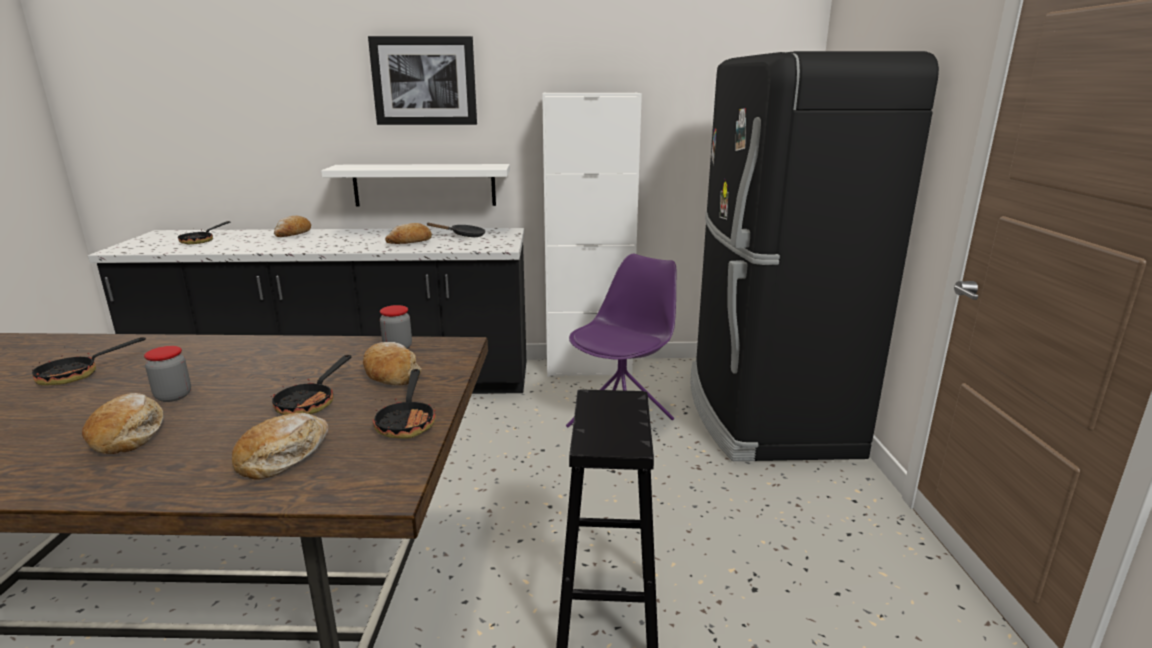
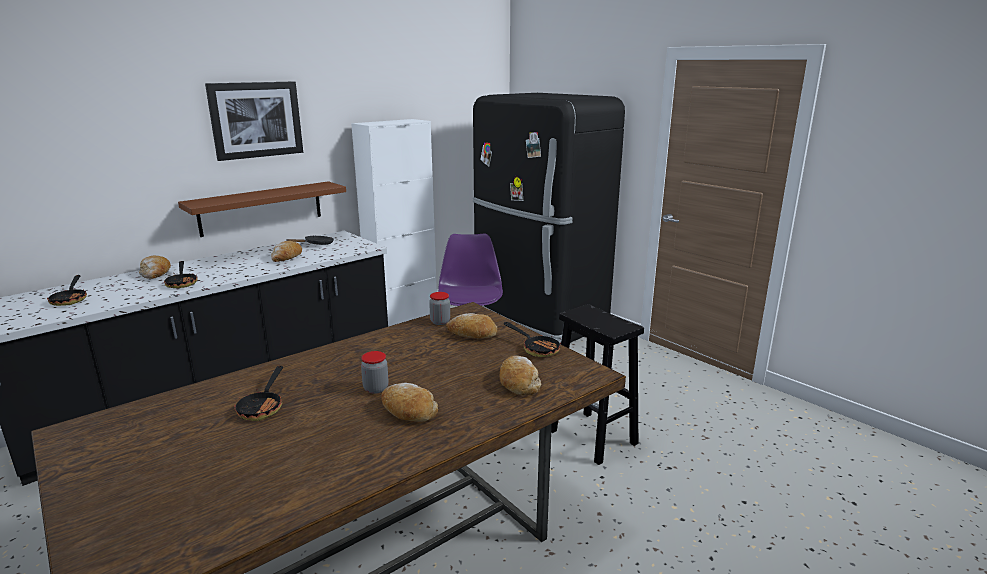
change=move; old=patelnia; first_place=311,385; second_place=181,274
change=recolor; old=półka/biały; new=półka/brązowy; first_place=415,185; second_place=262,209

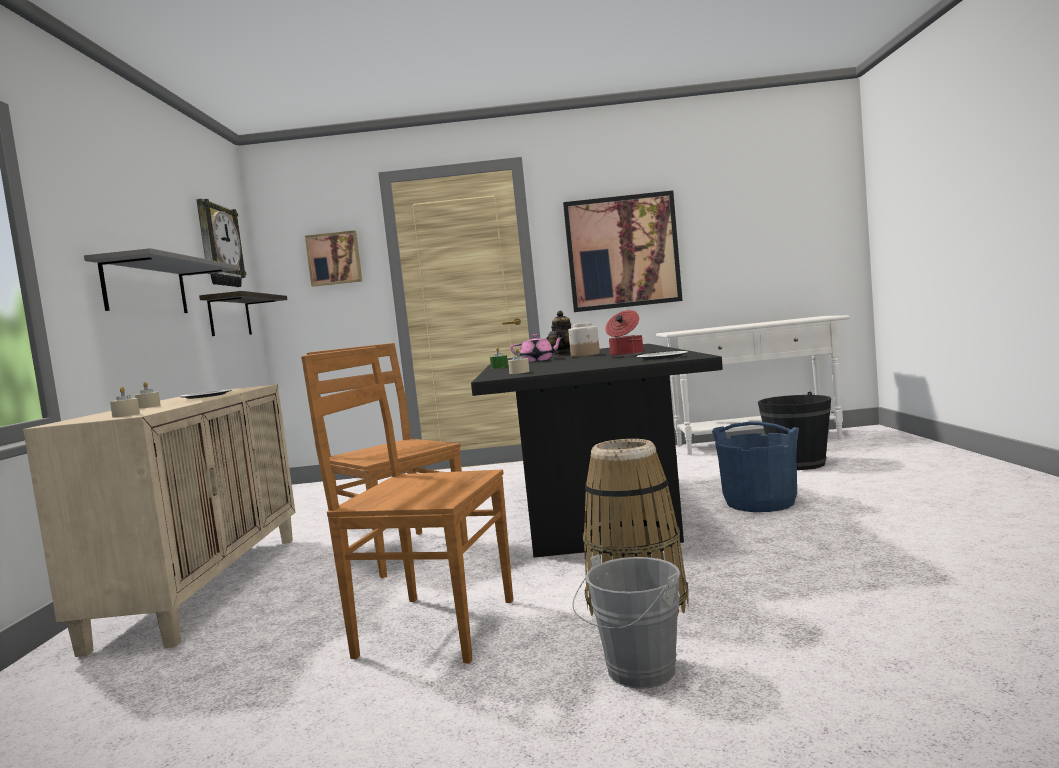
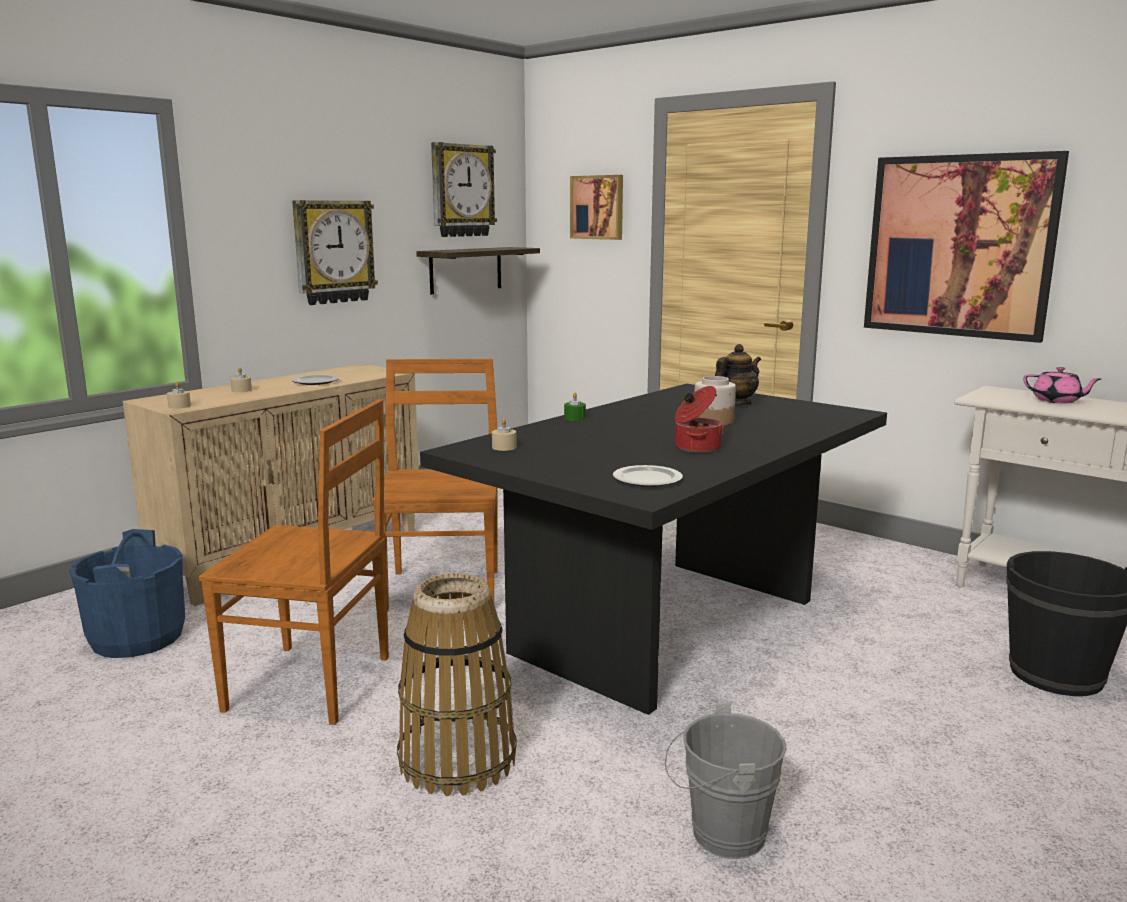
change=move; old=wiadro/niebieski; first_place=755,466; second_place=127,593
change=rotate; old=krzesło/brązowy; first_place=407,505; second_place=294,562; degrees=135
change=replace; old=półka/szary; new=zegar ścienny; first_place=161,280; second_place=335,252
change=move; old=wiadro/szary; first_place=626,621; second_place=726,781
change=move; old=imbryk/różowy; first_place=536,348; second_place=1062,385

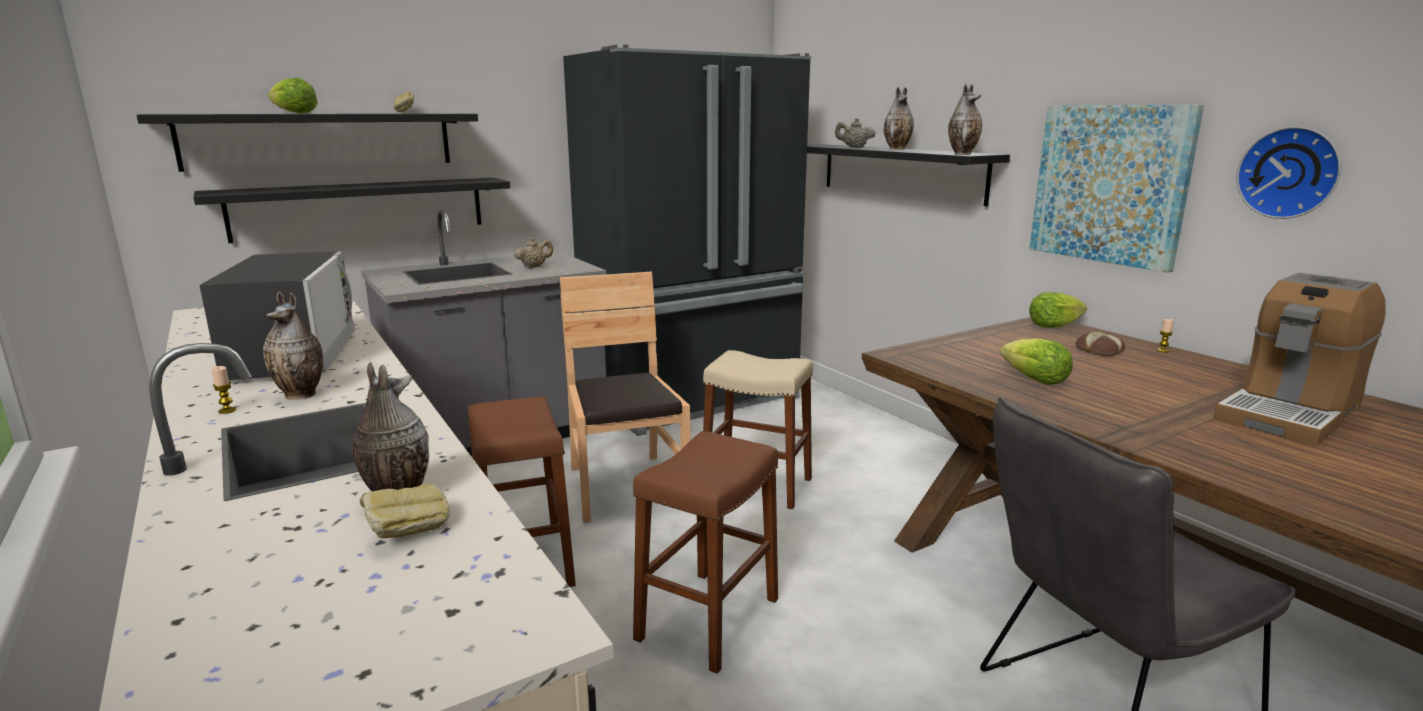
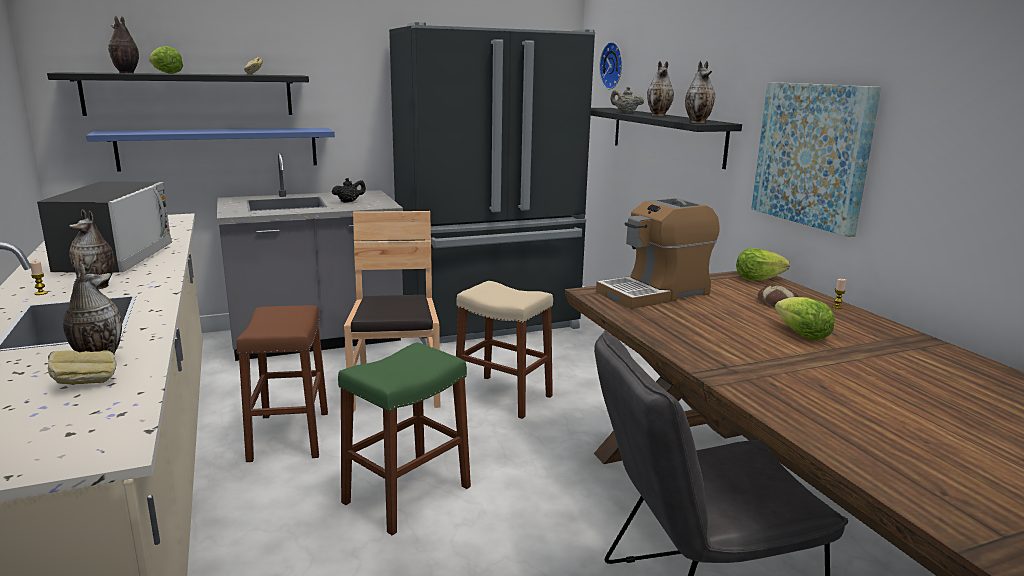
change=recolor; old=półka/czarny; new=półka/niebieski; first_place=351,210; second_place=210,150
change=insert; new=wazon; second_place=123,45
change=recolor; old=imbryk/beżowy; new=imbryk/czarny; first_place=533,252; second_place=349,190
change=recolor; old=stołek/brązowy; new=stołek/zielony; first_place=705,552; second_place=404,438
change=move; old=ekspres do kawy; first_place=1300,359; second_place=658,253
change=move; old=zegar ścienny; first_place=1288,172; second_place=610,65
change=move; old=sałata; first_place=1036,361; second_place=805,318

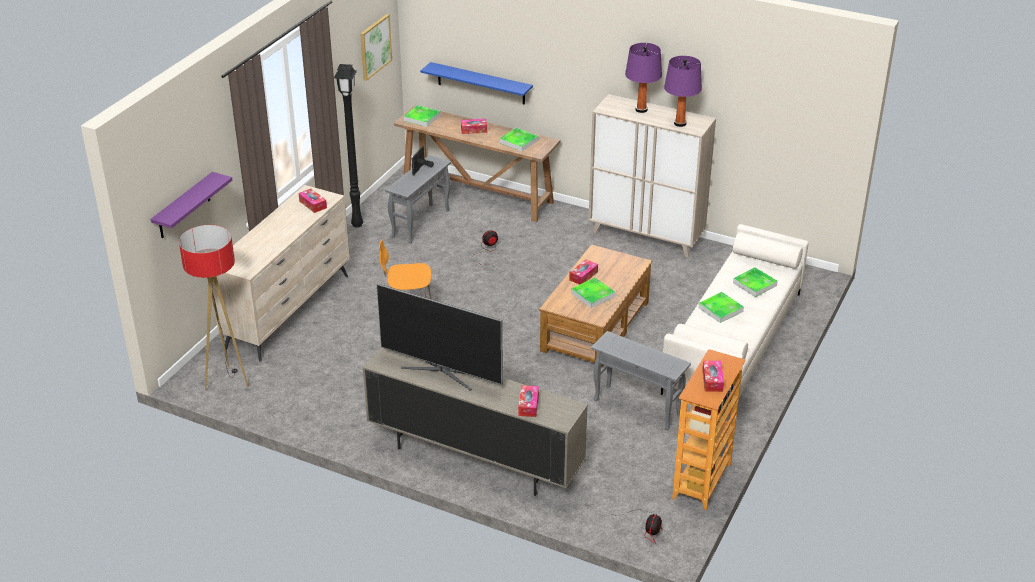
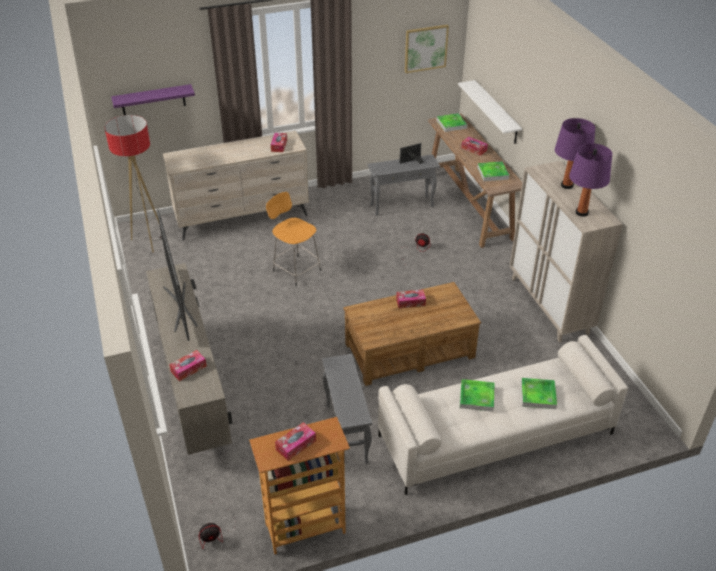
change=recolor; old=półka/niebieski; new=półka/biały; first_place=476,83; second_place=490,112
change=delete; old=lampa stojąca/czarny; first_place=348,146
change=delete; old=taca; first_place=593,293

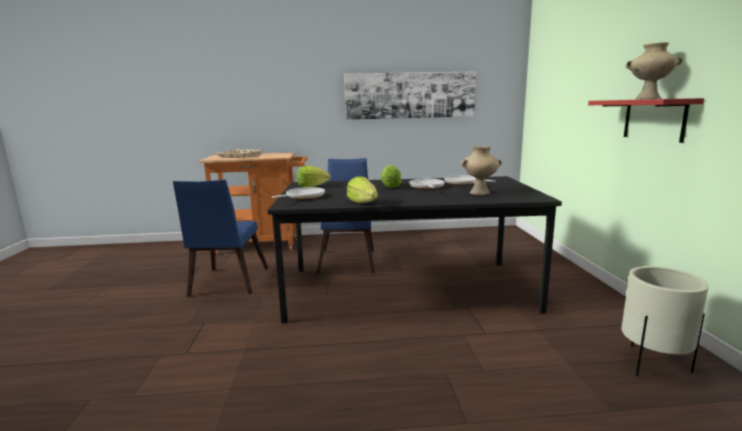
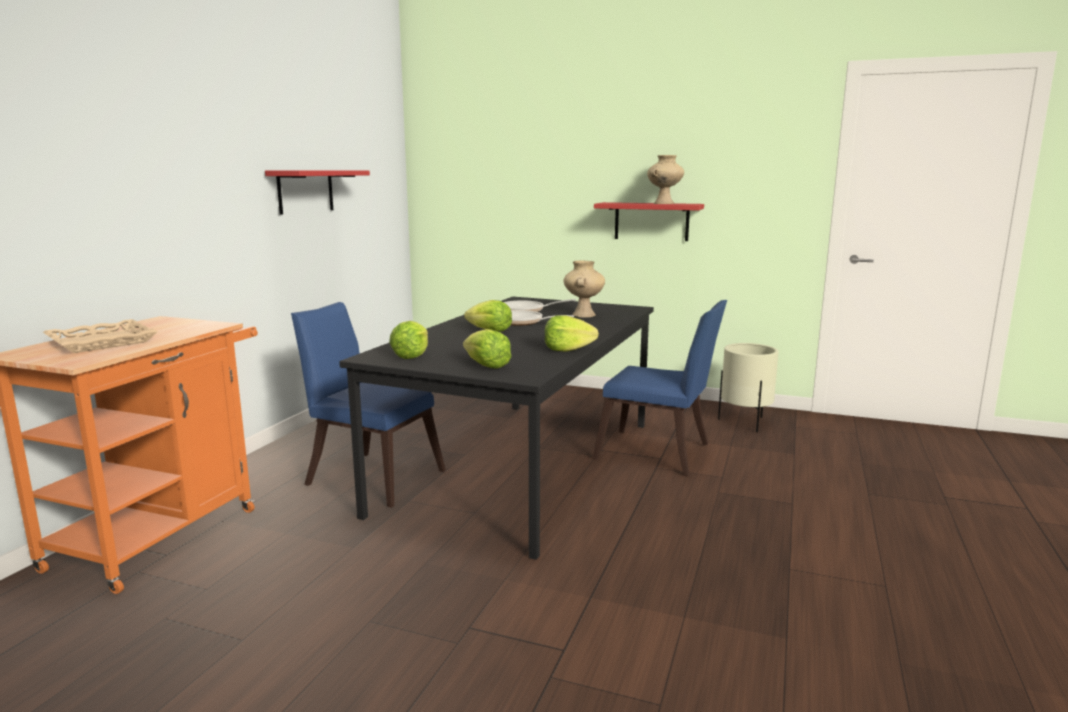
change=replace; old=obraz; new=półka/czerwony; first_place=410,95; second_place=317,192
change=replace; old=patelnia; new=sałata; first_place=298,193; second_place=487,348
change=move; old=krzesło/niebieski; first_place=220,238; second_place=659,388

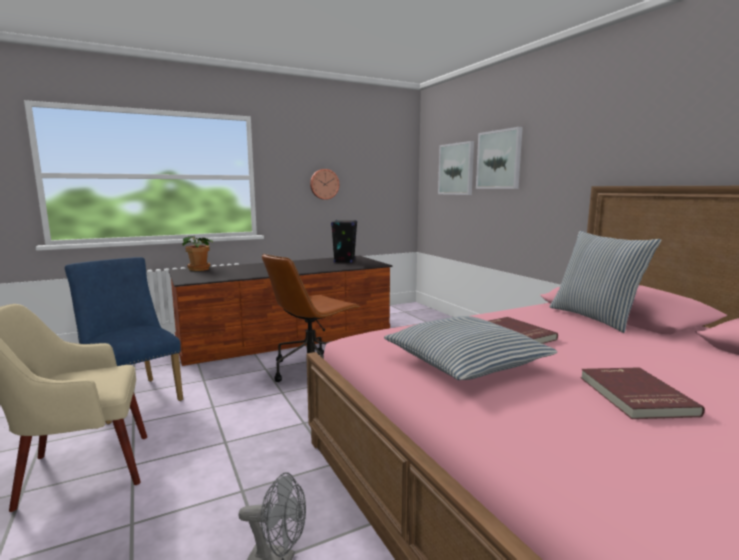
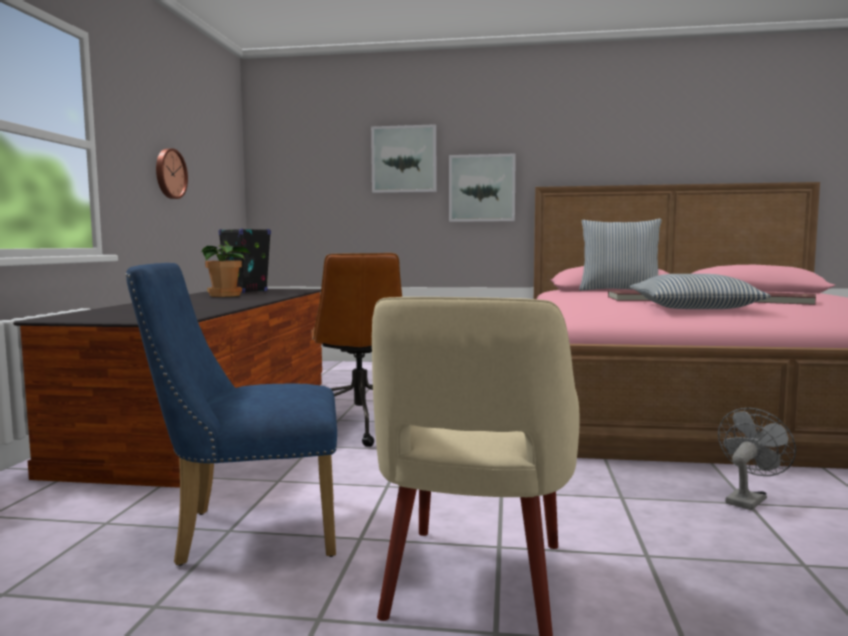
change=move; old=roślina doniczkowa; first_place=197,253; second_place=225,271
change=move; old=obraz; first_place=456,168; second_place=482,187

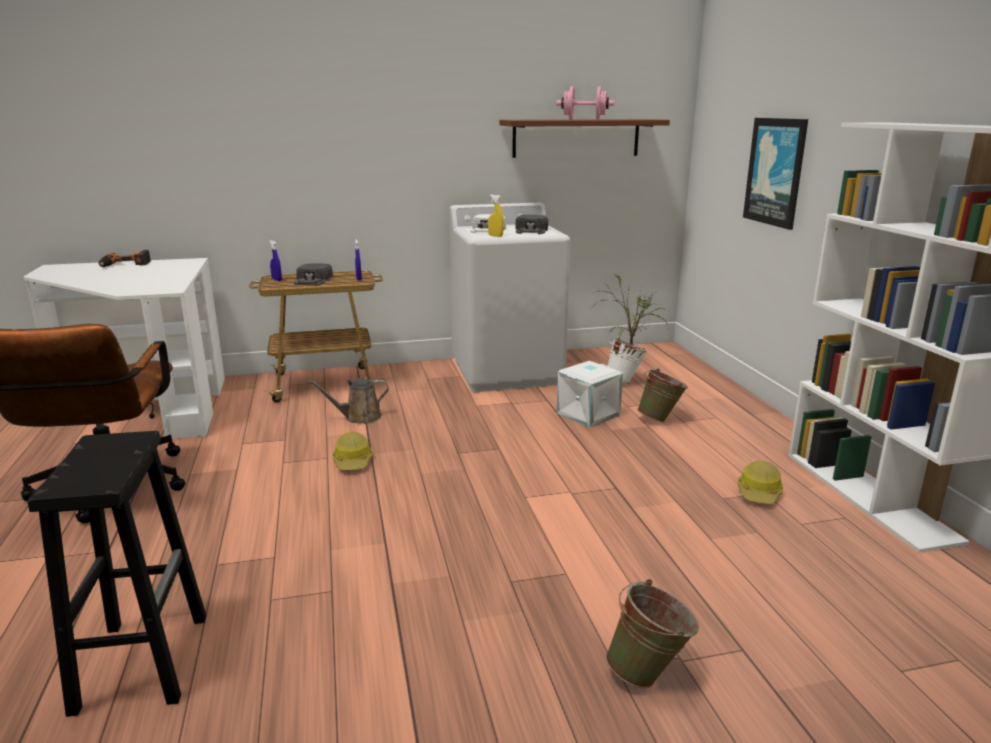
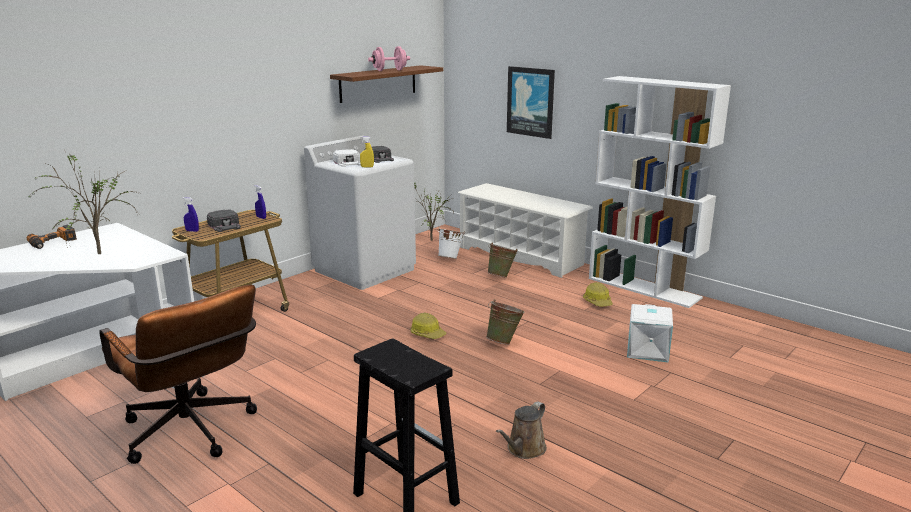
change=insert; new=roślina doniczkowa; second_place=83,201
change=move; old=kask; first_place=352,450; second_place=428,325
change=insert; new=regał na buty/biały; second_place=525,230
change=move; old=wiadro/zielony; first_place=652,634; second_place=505,322
change=move; old=konewka/brązowy; first_place=349,401; second_place=521,430
change=move; old=pojemnik do przechowywania/biały; first_place=589,394; second_place=650,333

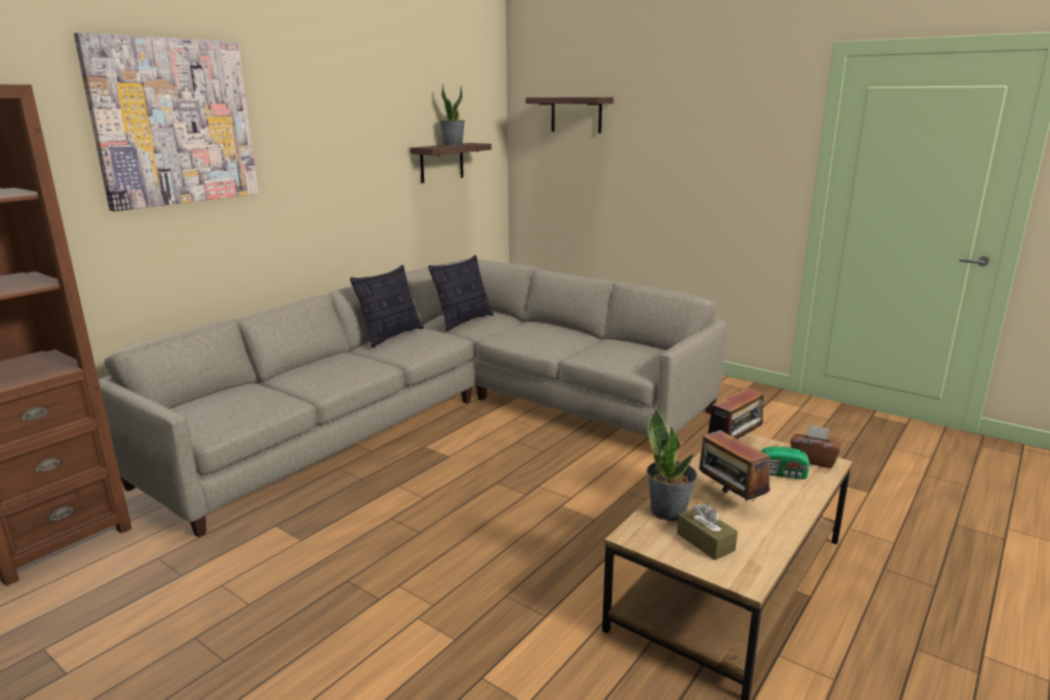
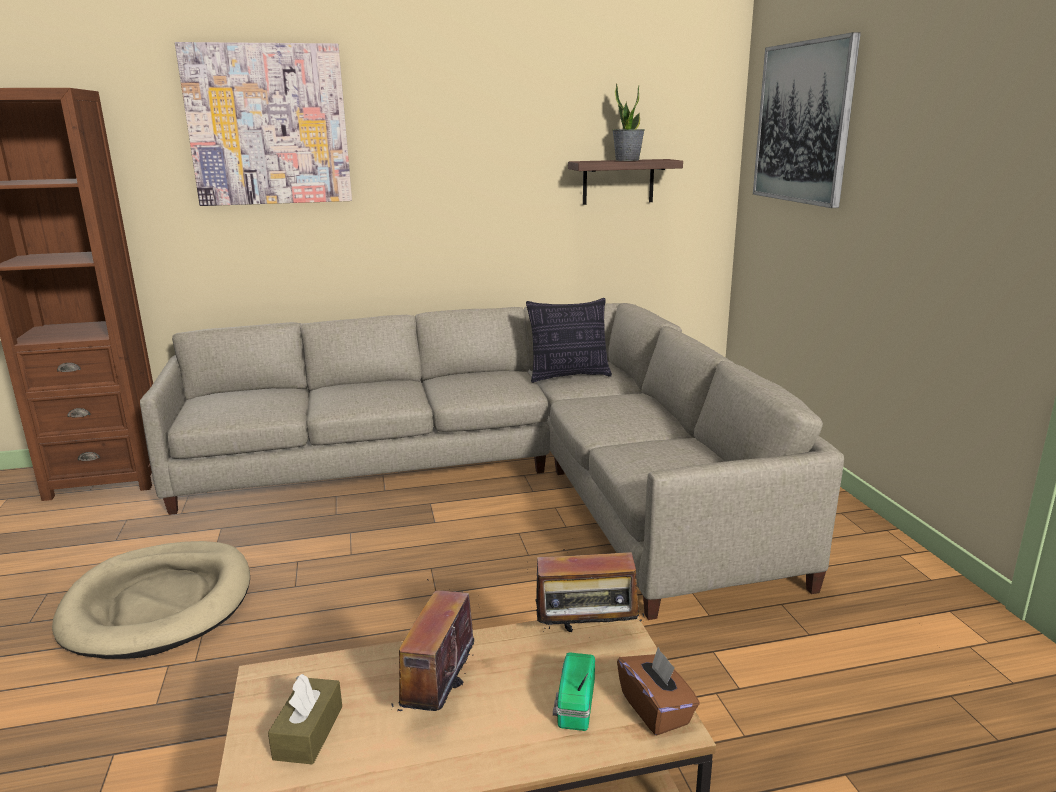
change=insert; new=legowisko/beżowy; second_place=151,600
change=rotate; old=radio; first_place=788,455; second_place=574,691; degrees=45
change=replace; old=półka; new=obraz; first_place=569,115; second_place=807,120
change=delete; old=poduszka; first_place=387,306
change=delete; old=roślina doniczkowa; first_place=672,464

